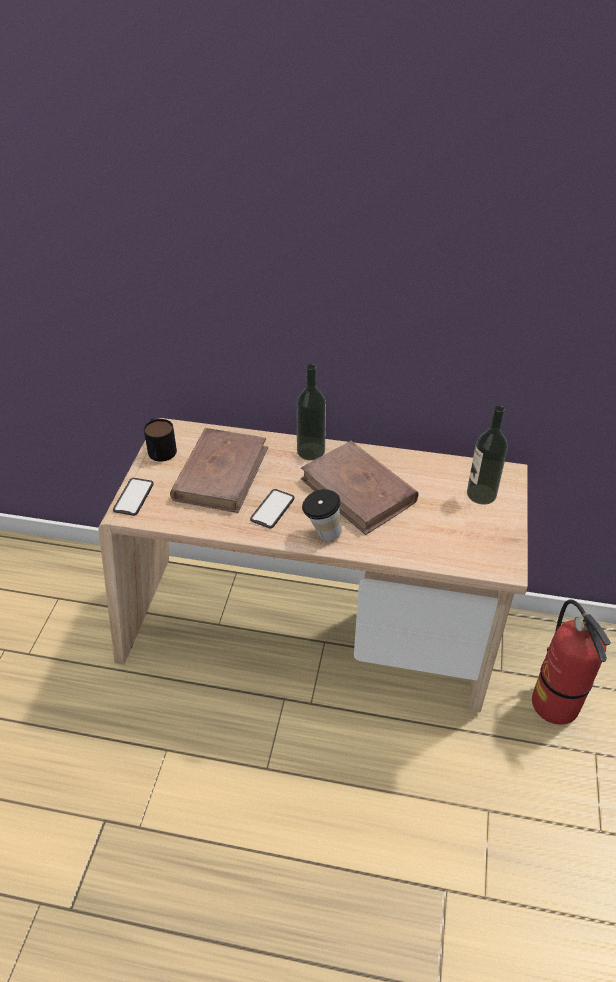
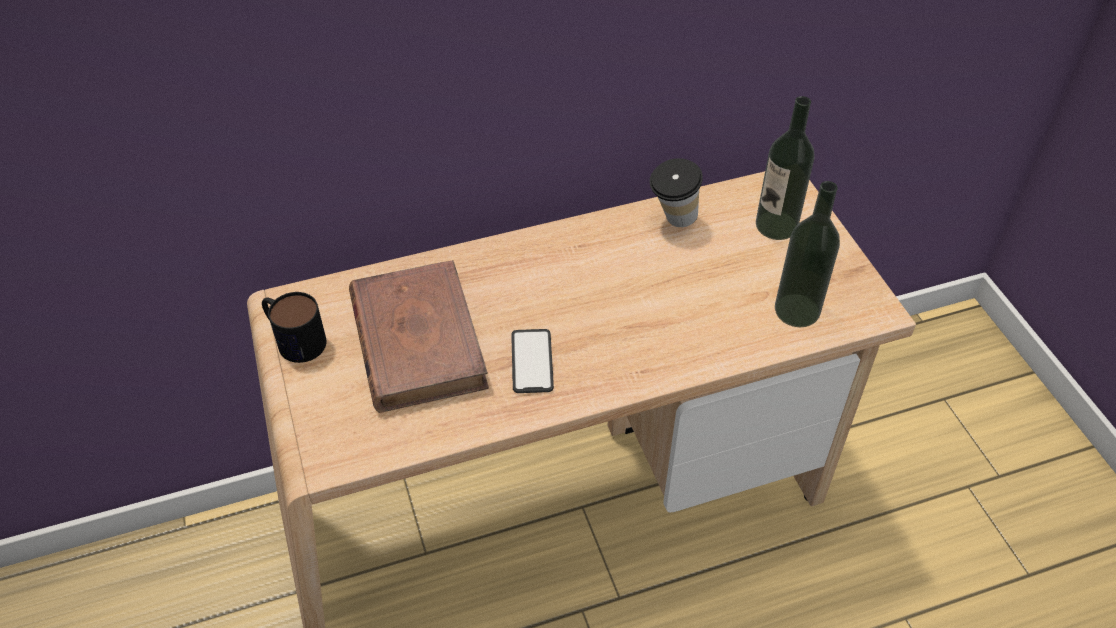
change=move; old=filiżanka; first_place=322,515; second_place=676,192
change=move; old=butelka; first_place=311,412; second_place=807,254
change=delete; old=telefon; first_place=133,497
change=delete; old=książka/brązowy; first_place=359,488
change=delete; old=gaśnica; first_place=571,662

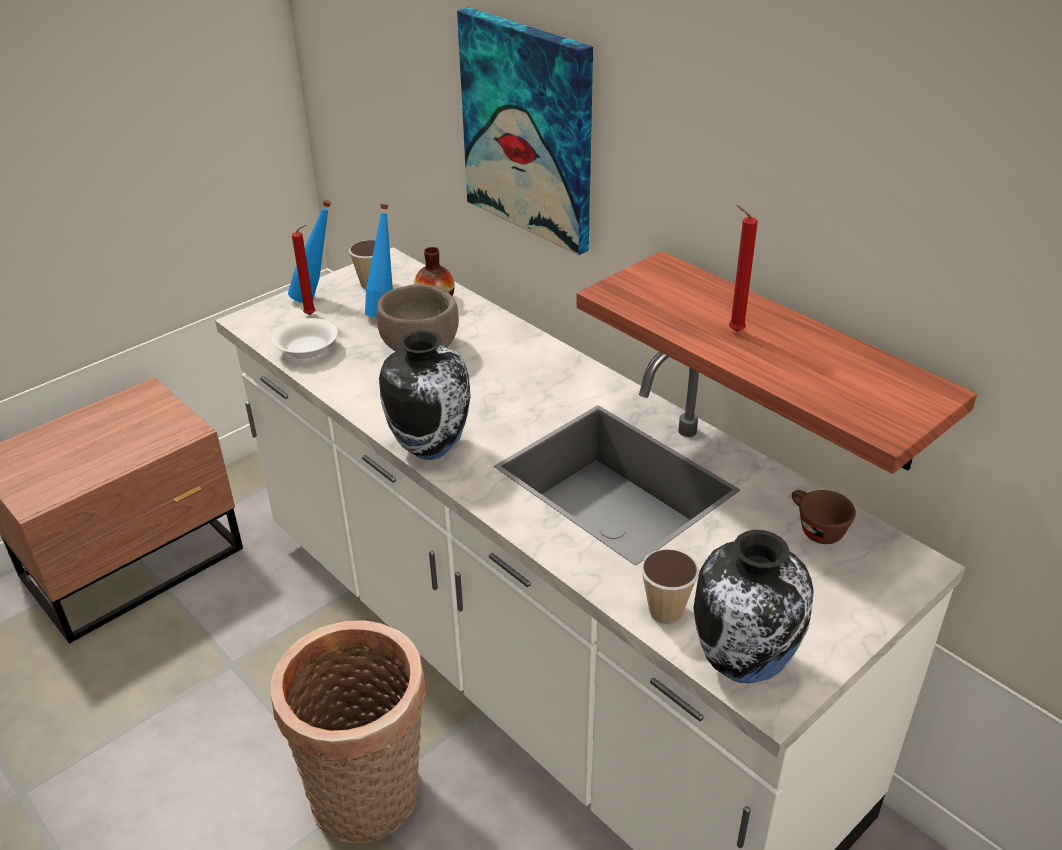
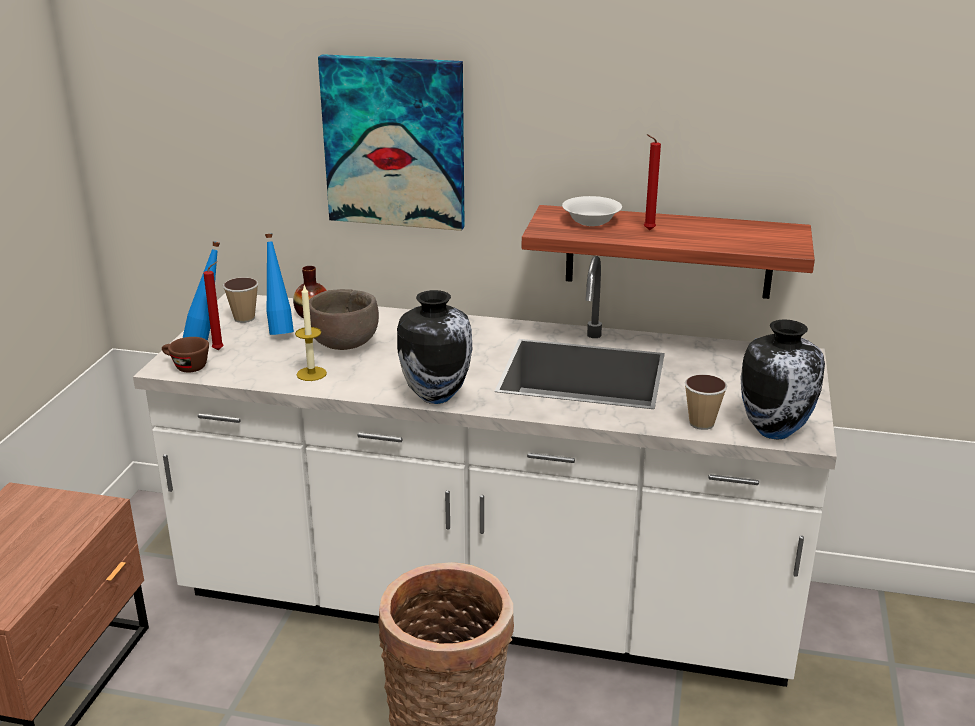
change=move; old=filiżanka/brązowy; first_place=824,517; second_place=185,354
change=insert; new=świeca; second_place=311,333
change=move; old=miska/biały; first_place=305,338; second_place=592,211

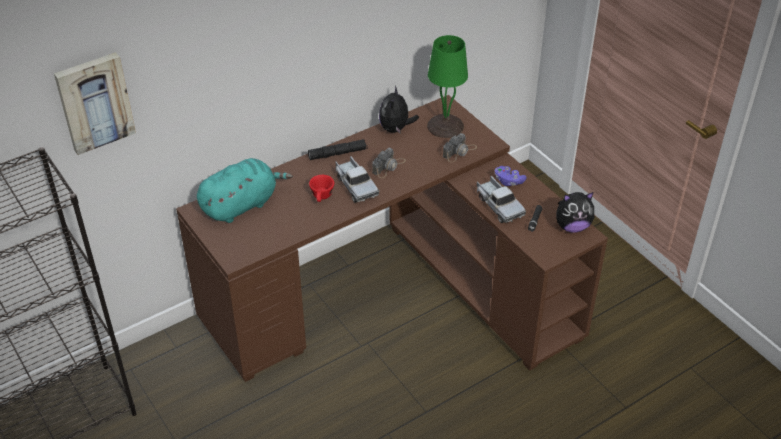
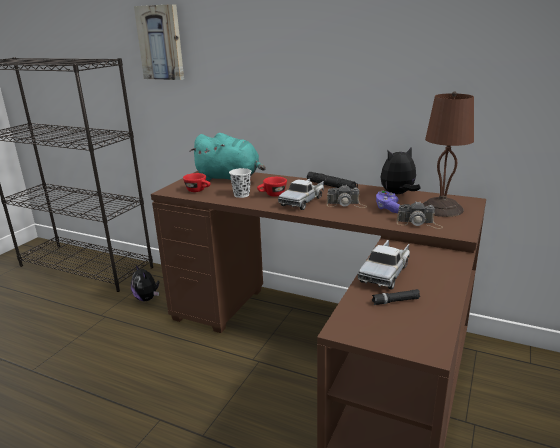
change=move; old=pluszak; first_place=575,212; second_place=145,282
change=insert; new=filiżanka/czerwony; second_place=196,182
change=insert; new=filiżanka/biały; second_place=240,183
change=move; old=pad do gier/fioletowy; first_place=510,176; second_place=388,201
change=recolor; old=lampa stołowa/zielony; new=lampa stołowa/brązowy; first_place=447,86; second_place=448,154

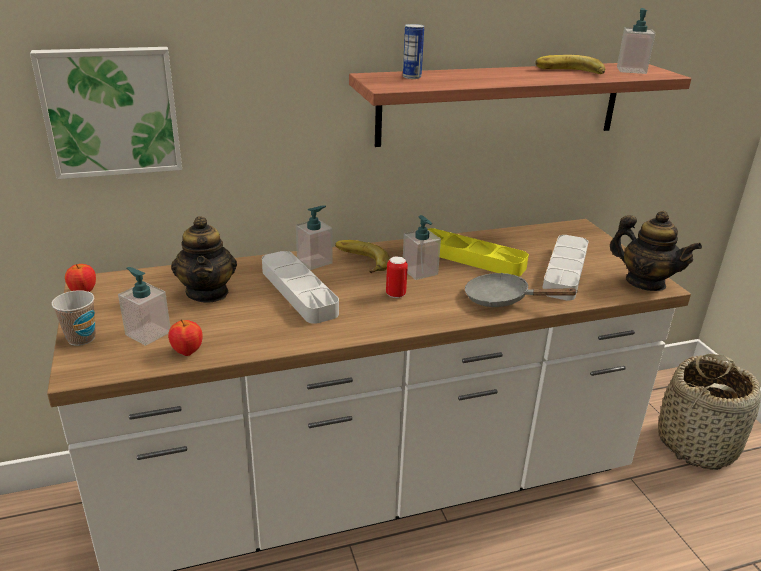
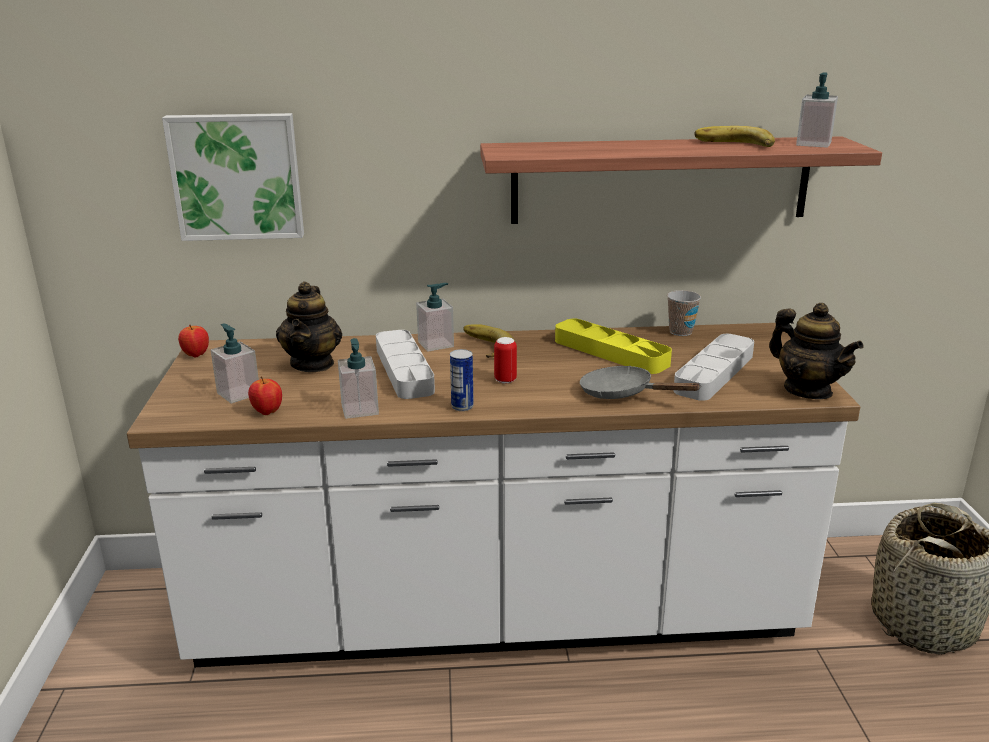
change=move; old=dozownik mydła; first_place=422,247; second_place=358,378
change=move; old=puszka; first_place=413,51; second_place=462,380
change=move; old=filiżanka; first_place=73,318; second_place=684,313

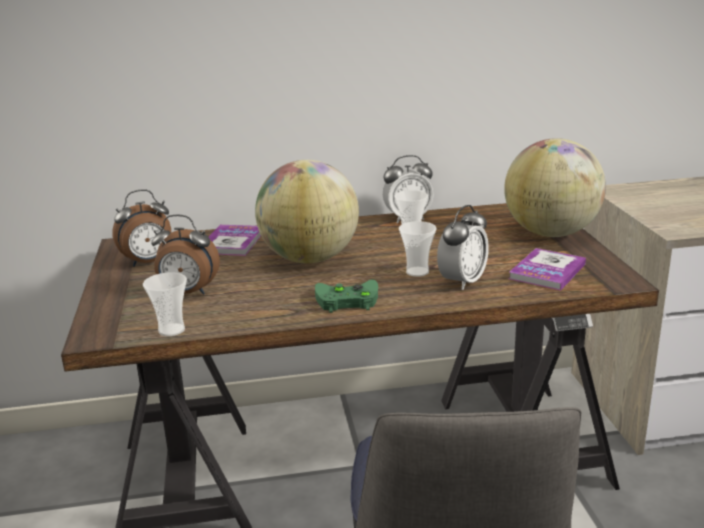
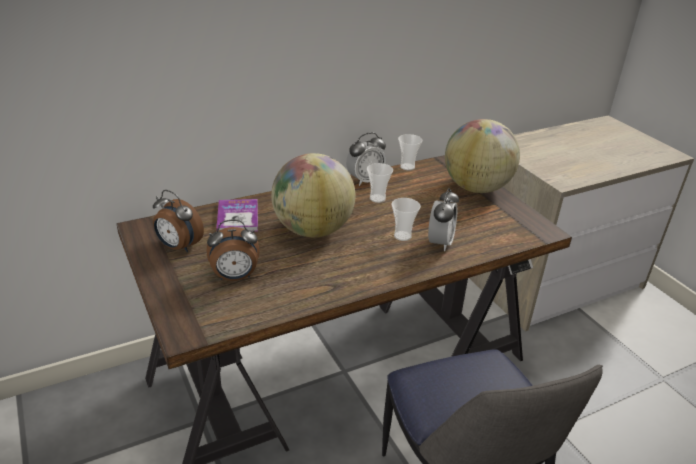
change=rotate; old=budzik; first_place=142,228; second_place=178,221; degrees=75
change=move; old=filiżanka; first_place=165,304; second_place=410,152
change=delete; old=pad do gier/zielony; first_place=346,296
change=delete; old=książka; first_place=547,269

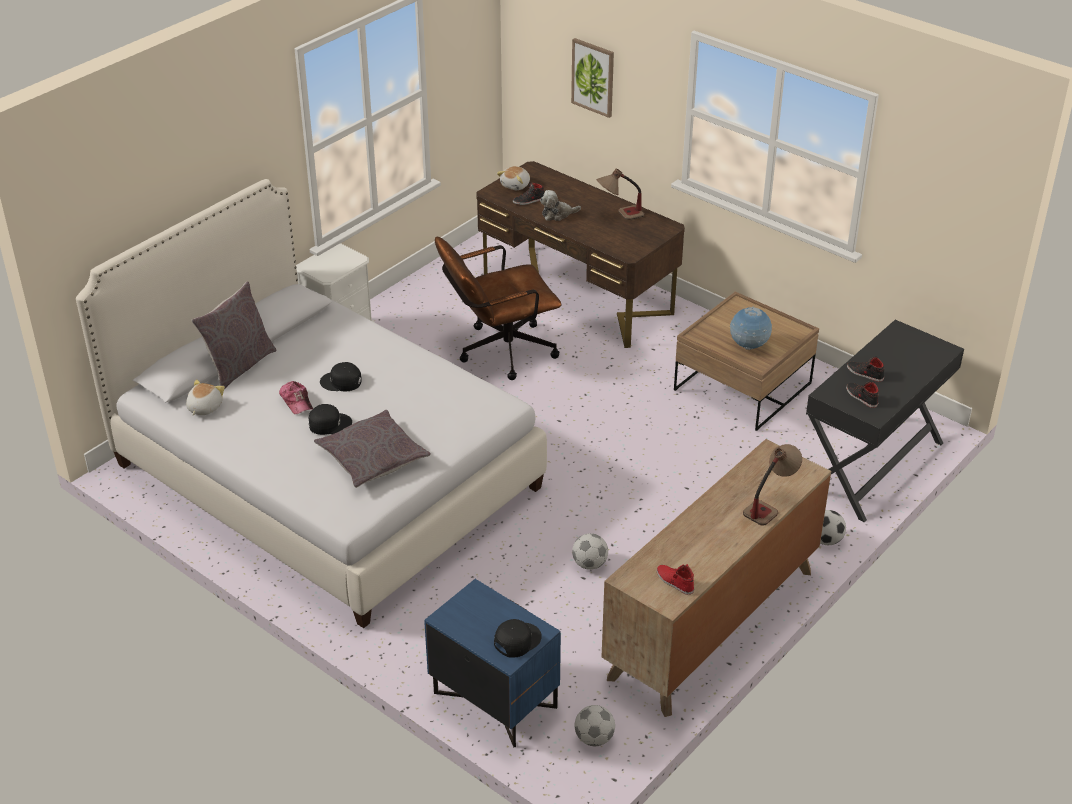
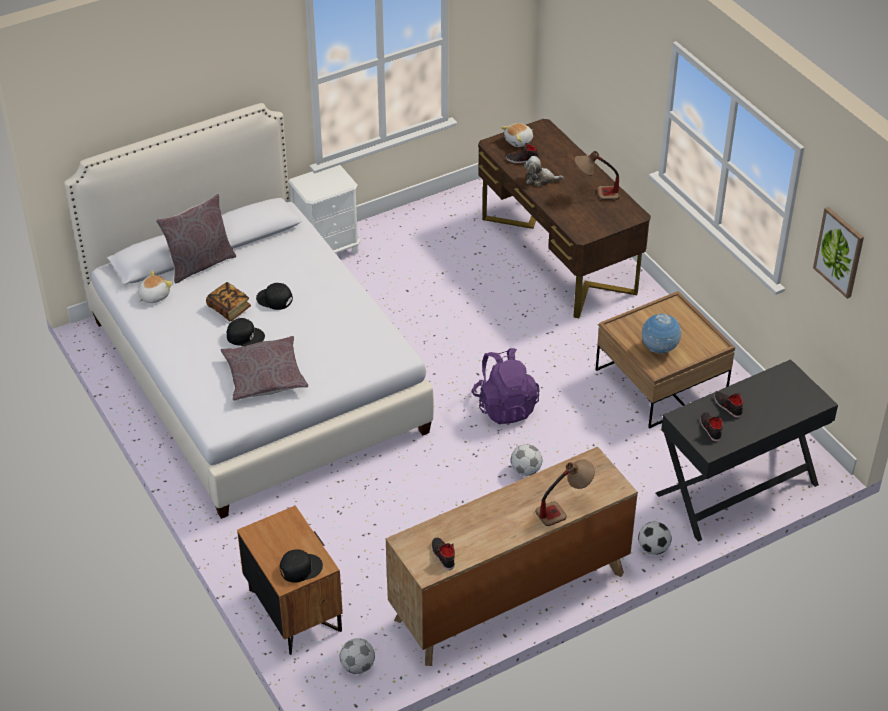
change=replace; old=czapka z daszkiem; new=książka; first_place=296,397; second_place=228,301
change=recolor; old=szafka nocna/niebieski; new=szafka nocna/brązowy; first_place=492,663; second_place=290,580
change=recolor; old=but/czerwony; new=but/czarny; first_place=675,579; second_place=443,554
change=insert; new=plecak/fioletowy; second_place=505,386
change=move; old=piłka futbolowa; first_place=590,551; second_place=526,460
change=move; old=obraz; first_place=592,78; second_place=838,253
change=delete; old=krzesło biurowe/brązowy; first_place=498,308

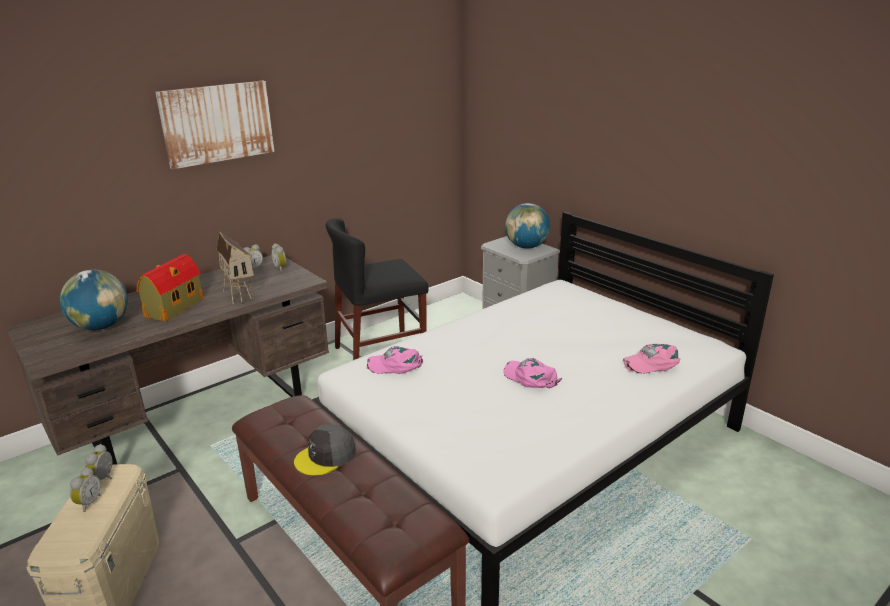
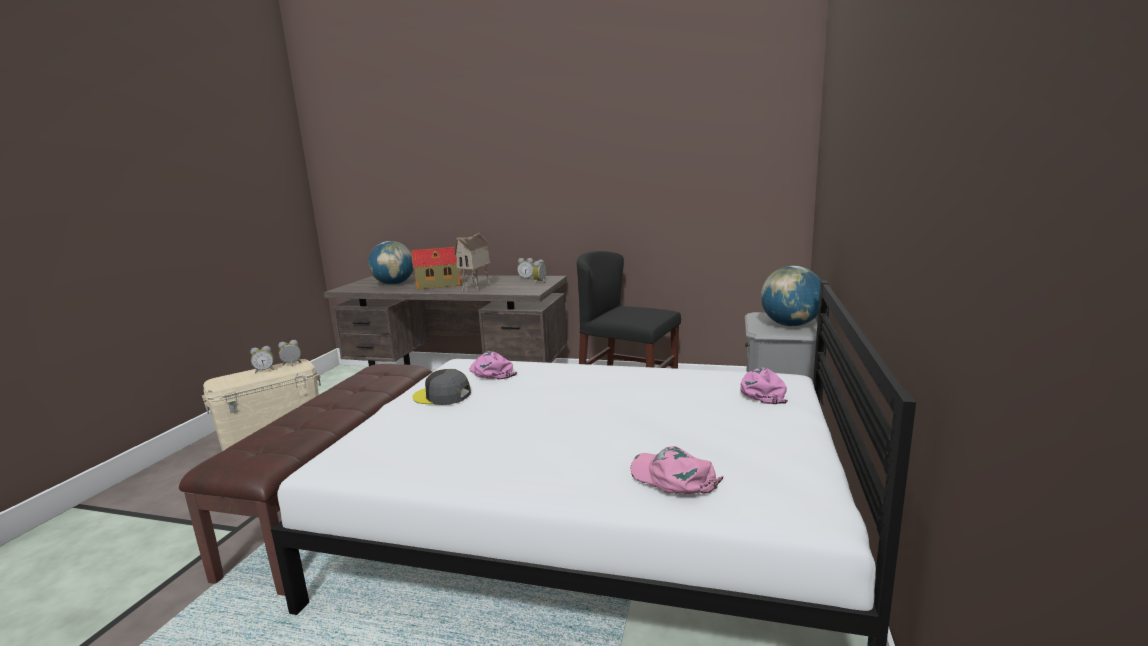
change=move; old=czapka z daszkiem/szary; first_place=325,449; second_place=441,387
change=move; old=czapka z daszkiem/różowy; first_place=533,373; second_place=764,385
change=delete; old=obraz; first_place=214,125

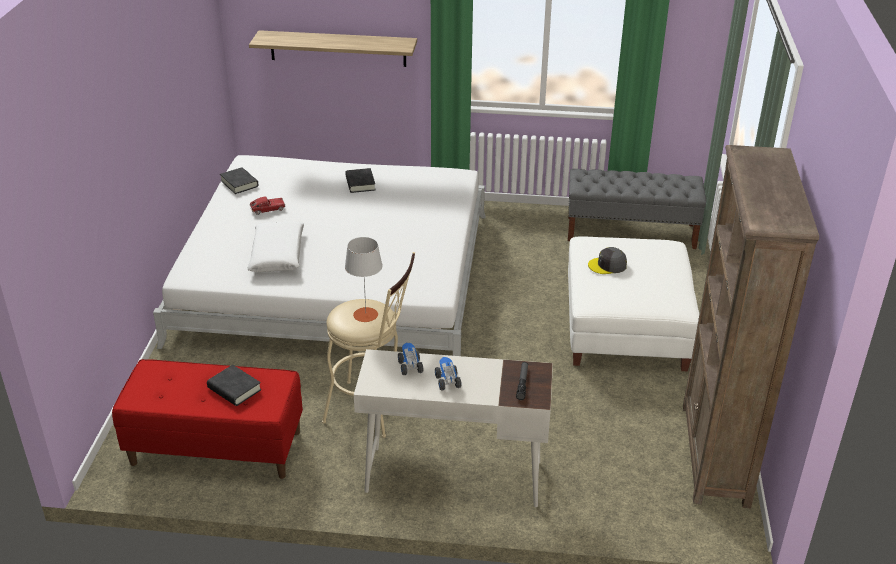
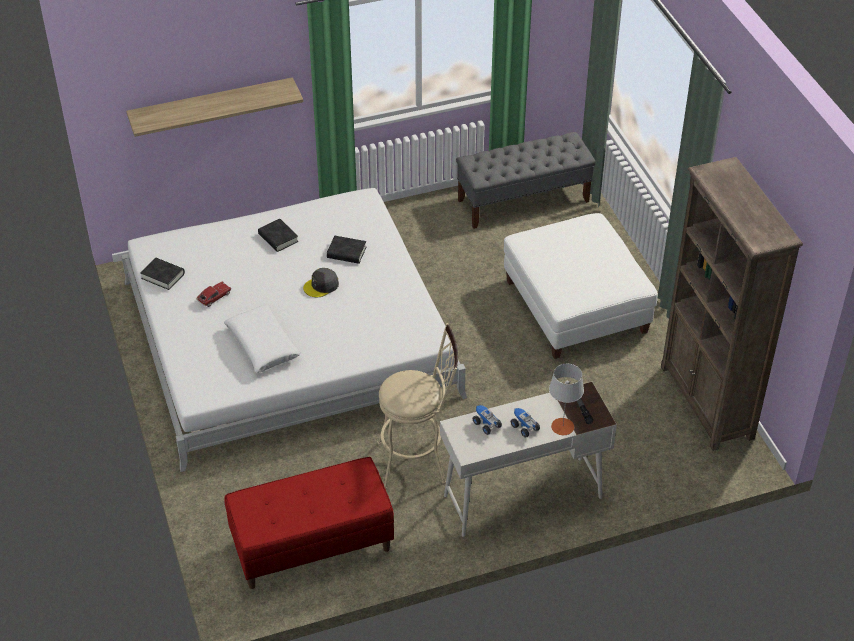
change=move; old=czapka z daszkiem/szary; first_place=607,260; second_place=321,282
change=move; old=książka/czarny; first_place=234,385; second_place=346,250
change=move; old=lampa stołowa/szary; first_place=364,279; second_place=566,399

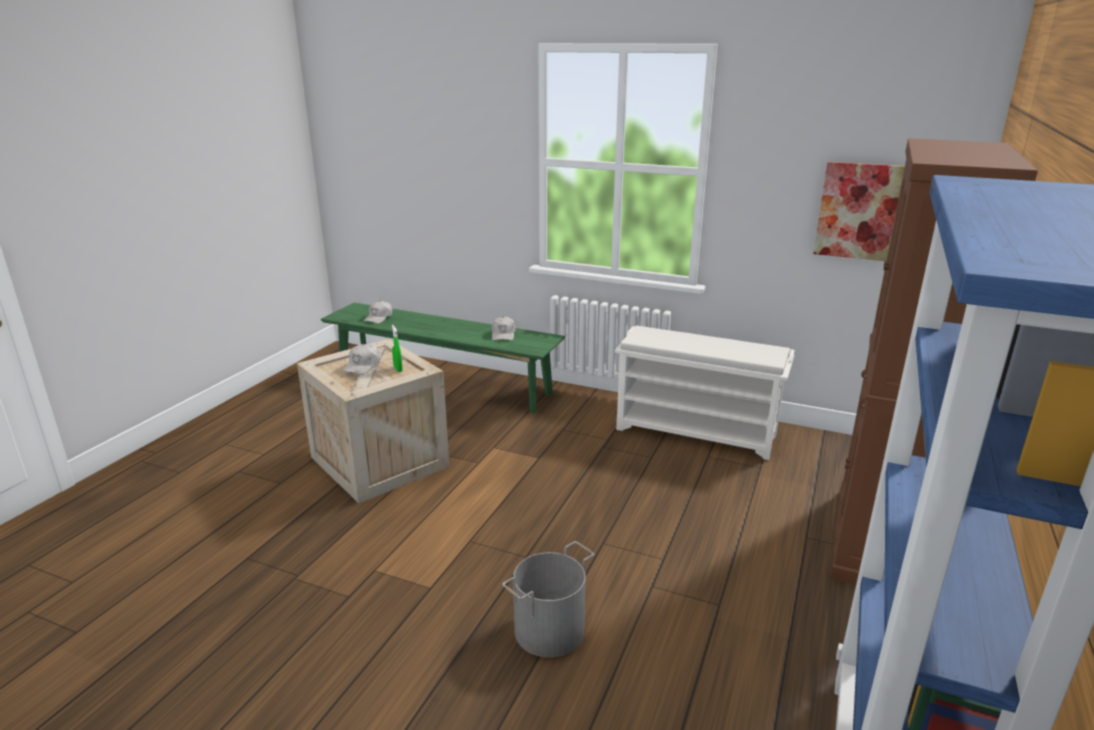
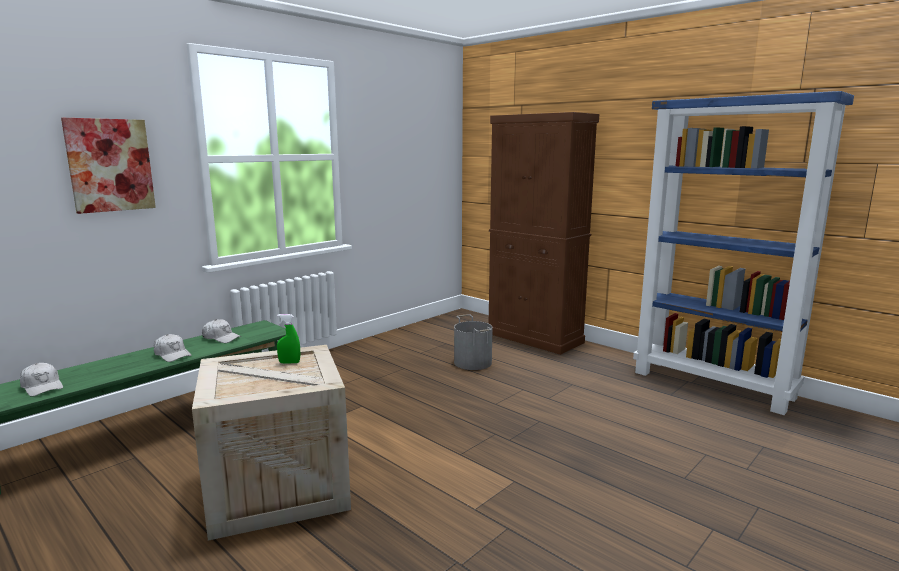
change=move; old=obraz; first_place=859,211; second_place=108,166
change=move; old=czapka z daszkiem/biały; first_place=361,359; second_place=173,348
change=move; old=wiadro/szary; first_place=548,599; second_place=473,342
change=delete; old=regał na buty/biały; first_place=705,392

